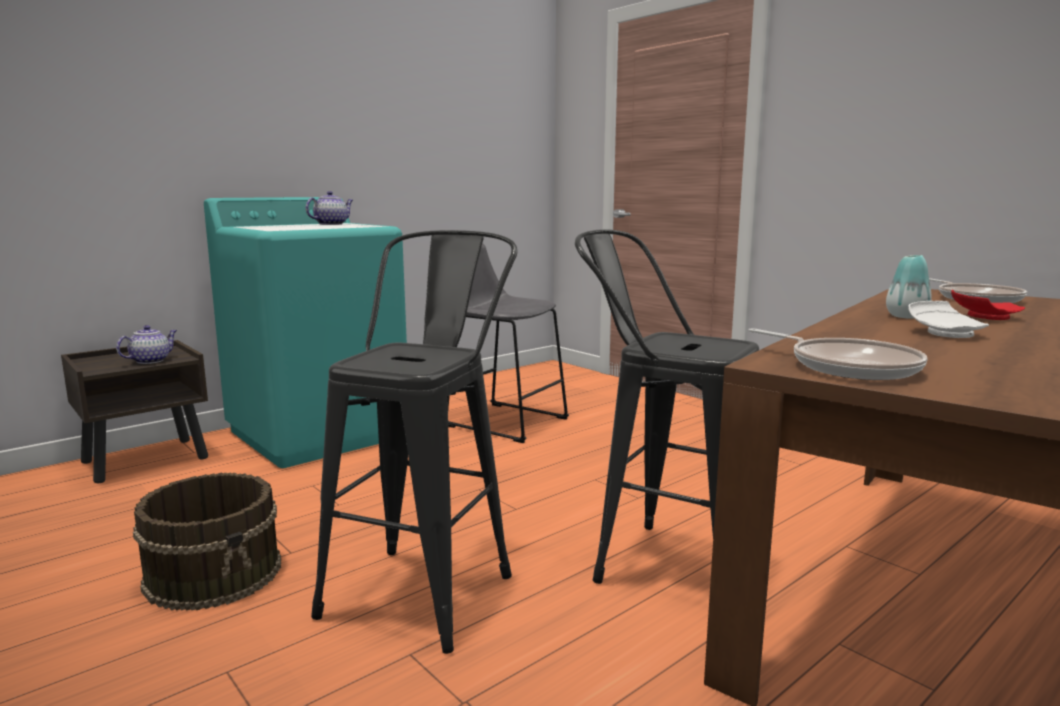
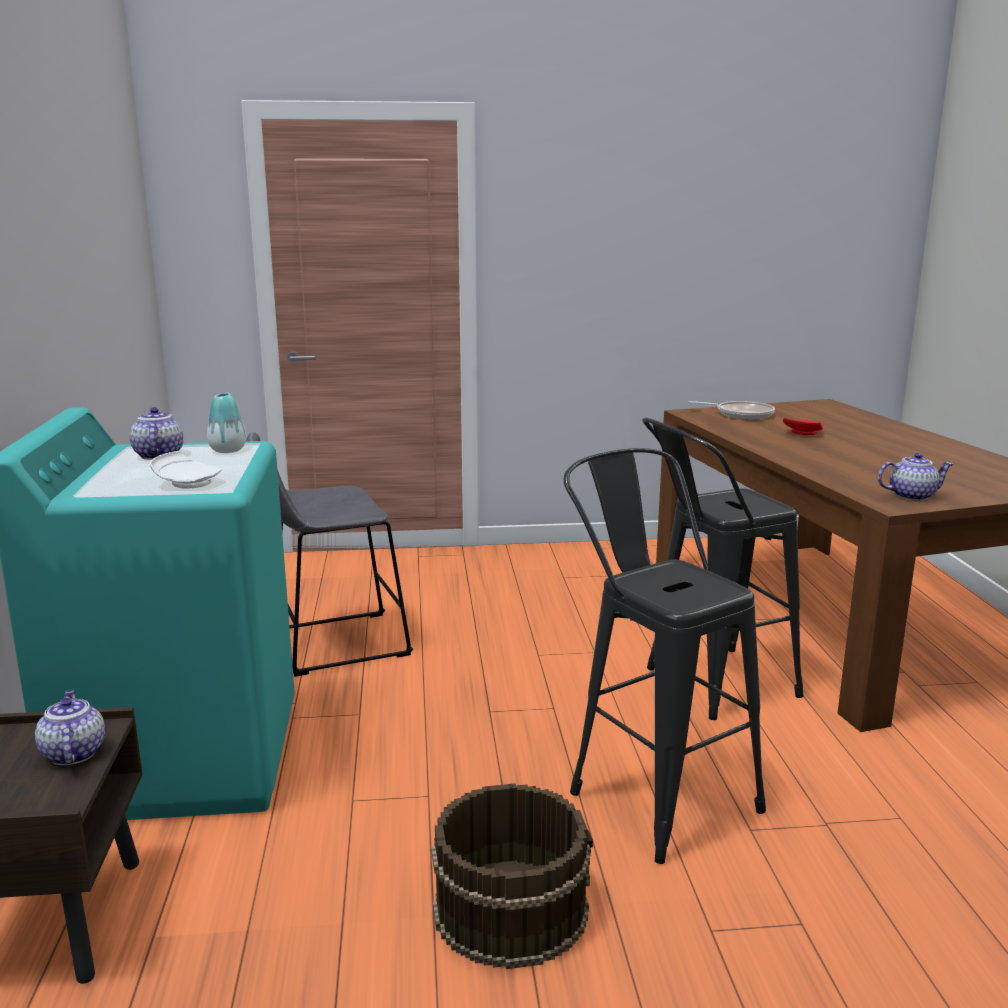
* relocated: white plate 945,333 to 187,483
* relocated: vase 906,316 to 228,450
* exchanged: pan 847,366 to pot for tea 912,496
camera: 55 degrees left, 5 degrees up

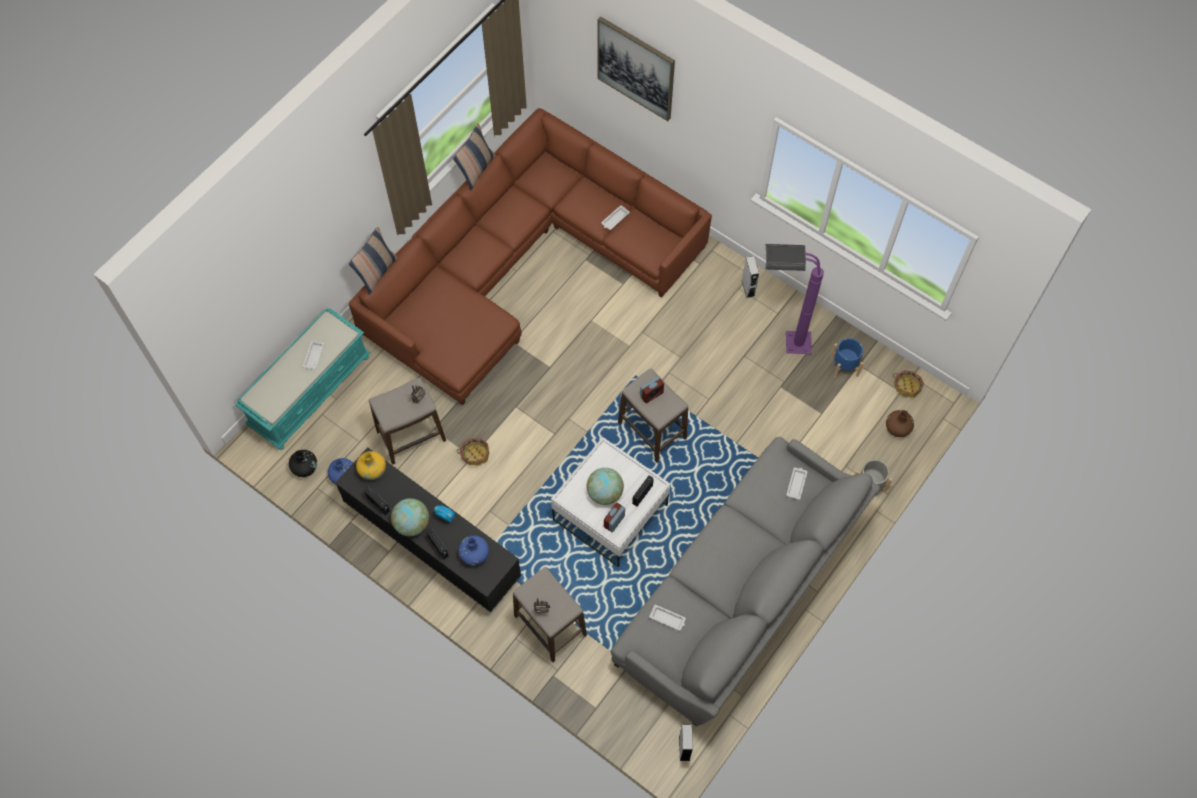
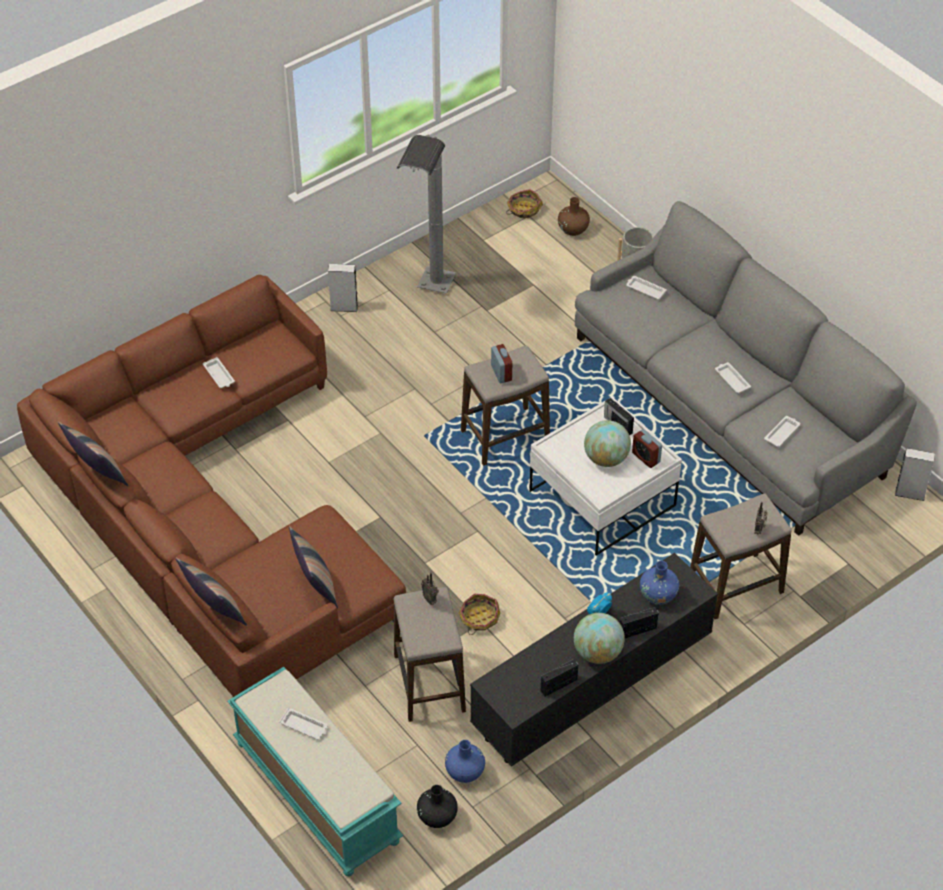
* appeared: throw pillow 315,586
* colour: purplish floor lamp 779,344 to gray floor lamp 430,298
* appeared: white carrying tray 731,379
* missing: yellow vase 372,470
* missing: picture 636,68
* missing: blue plant pot 844,366
camera: 75 degrees left, 15 degrees down

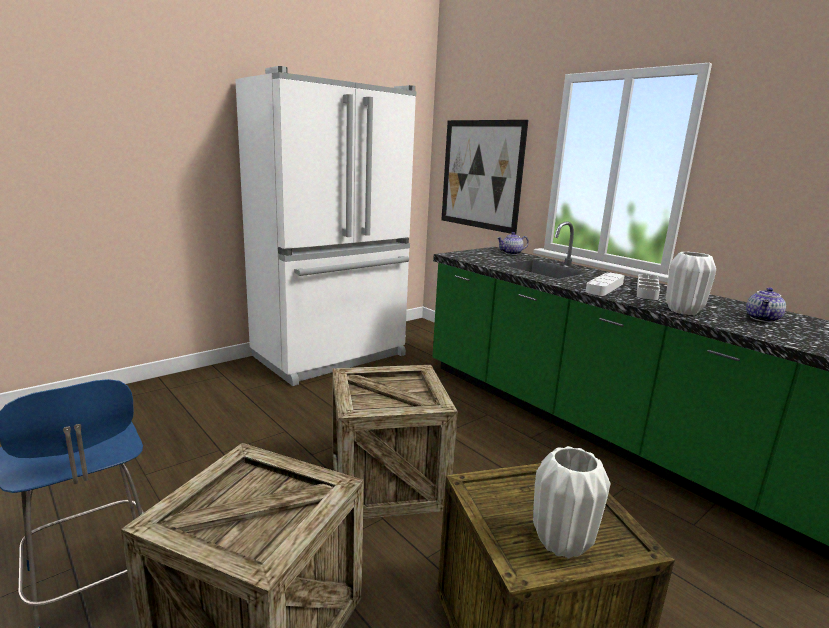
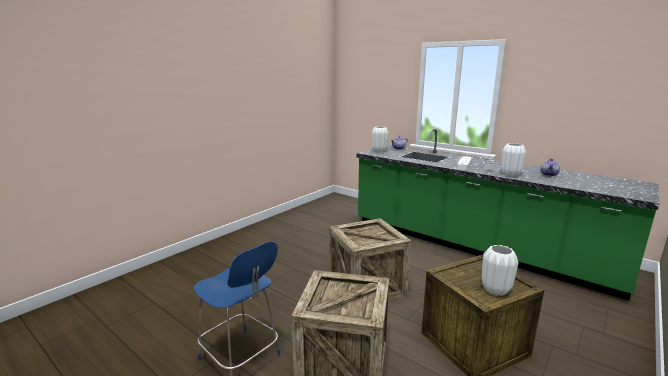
* appeared: white vase 379,150
* missing: white kitchen fridge 332,356
* missing: picture 481,175
camera: 10 degrees left, 0 degrees up

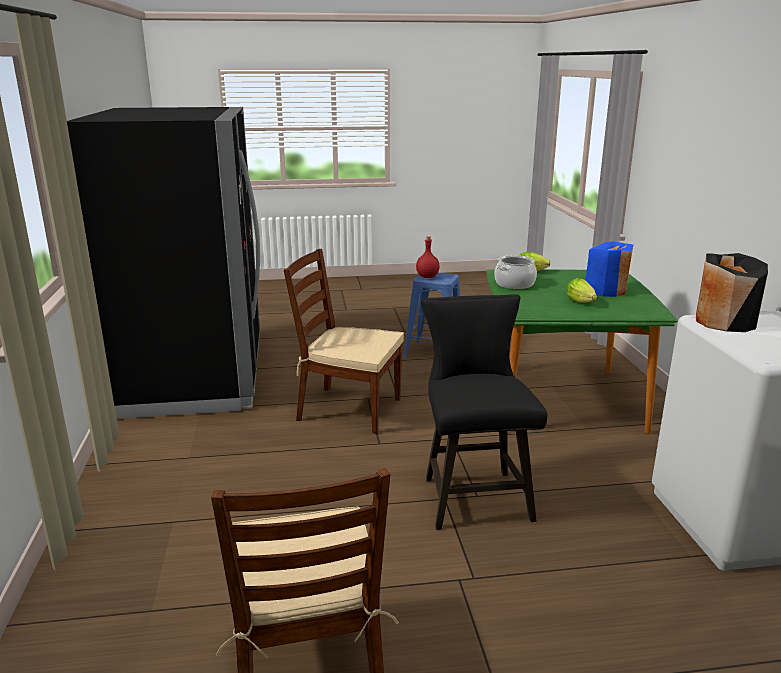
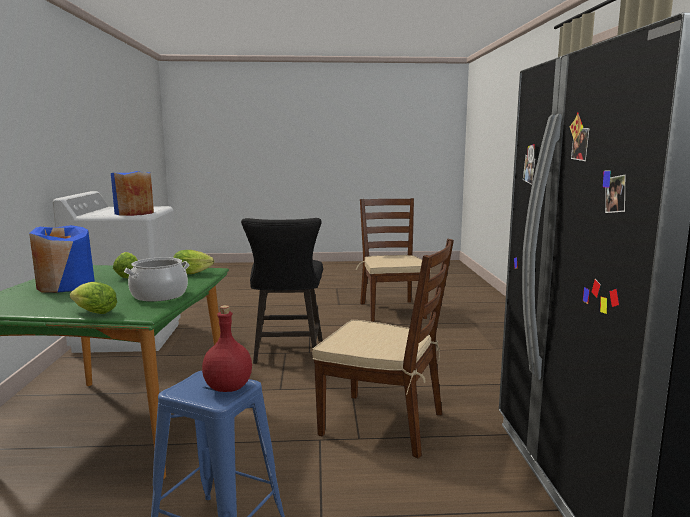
* colour: black vase 724,322 to blue vase 134,213
* appeared: head of lettuce 194,273
camera: 175 degrees left, 10 degrees down

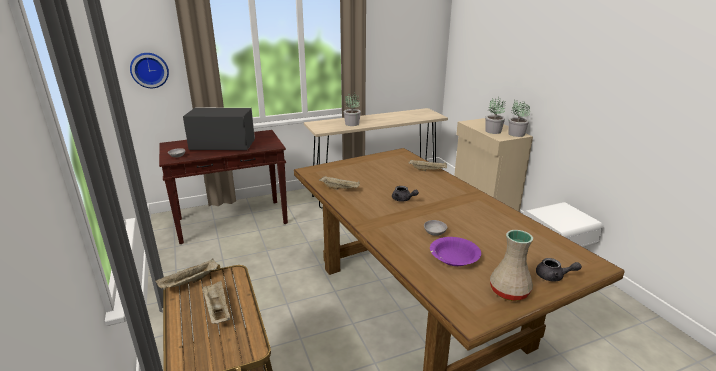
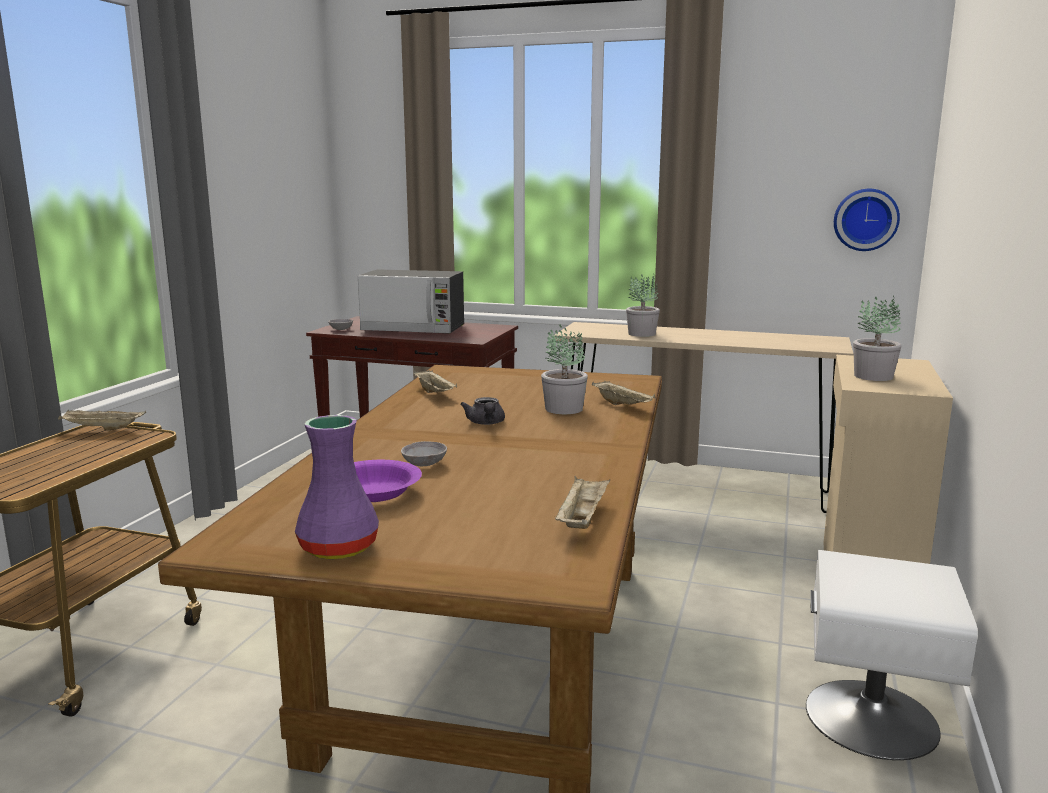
* colour: beige vase 508,292 to purplish vase 337,547
* spun: microwave 222,145 = 414,329 150 degrees clockwise
* relocated: houseplant 516,134 to 563,409
* relocated: beige carrying tray 217,310 to 582,518
* relocated: wall clock 149,70 to 865,219
* missing: gray pot for tea 553,277
camera: 40 degrees right, 10 degrees down

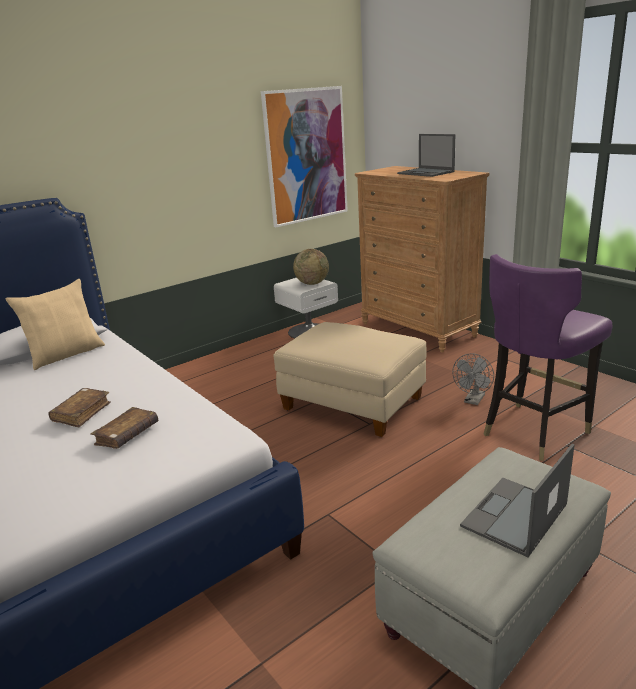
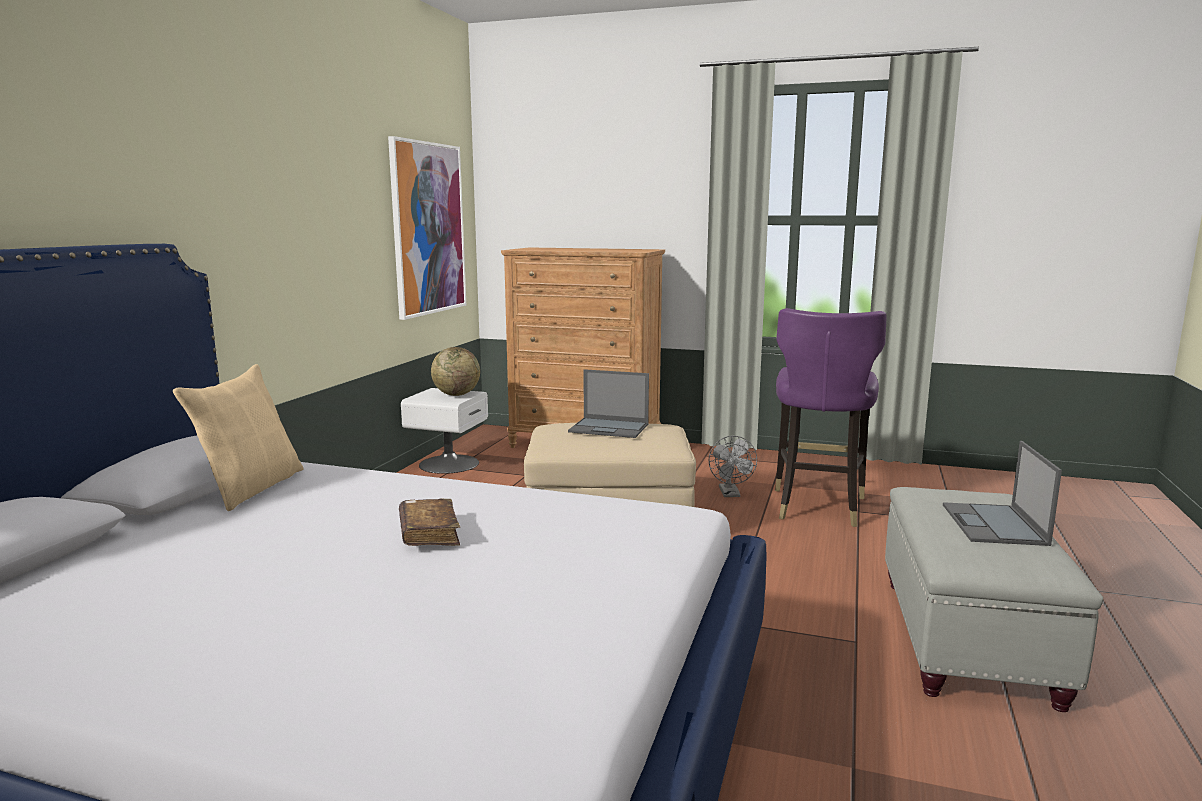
* relocated: notebook computer 426,173 to 610,428
* missing: brown-coloured book 127,435
camera: 35 degrees left, 10 degrees down

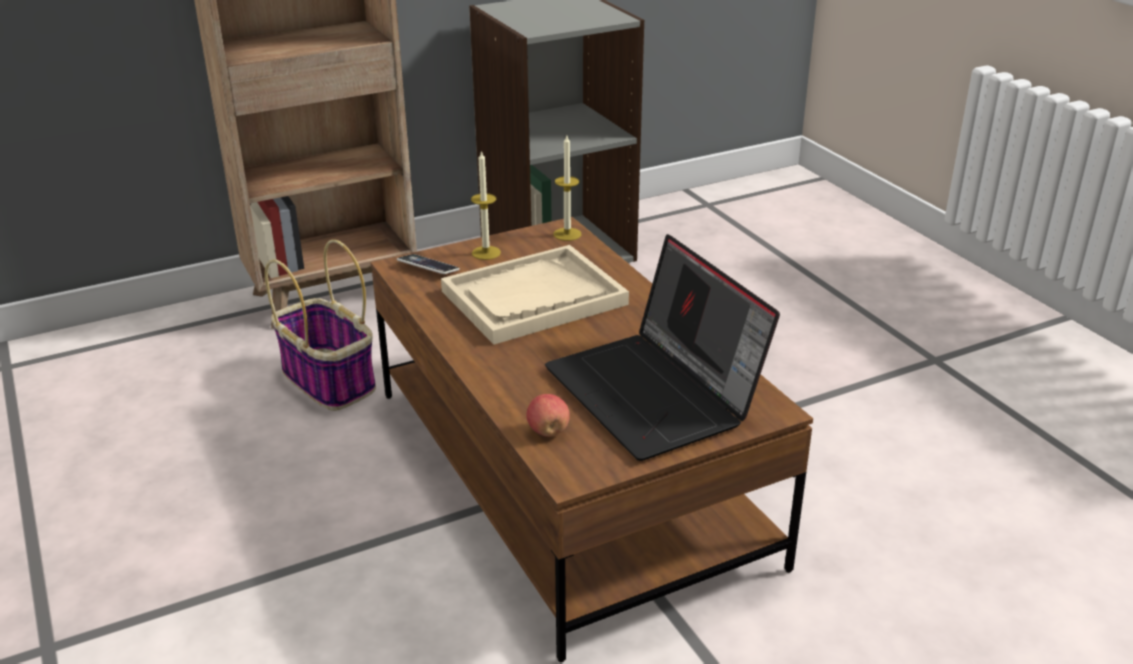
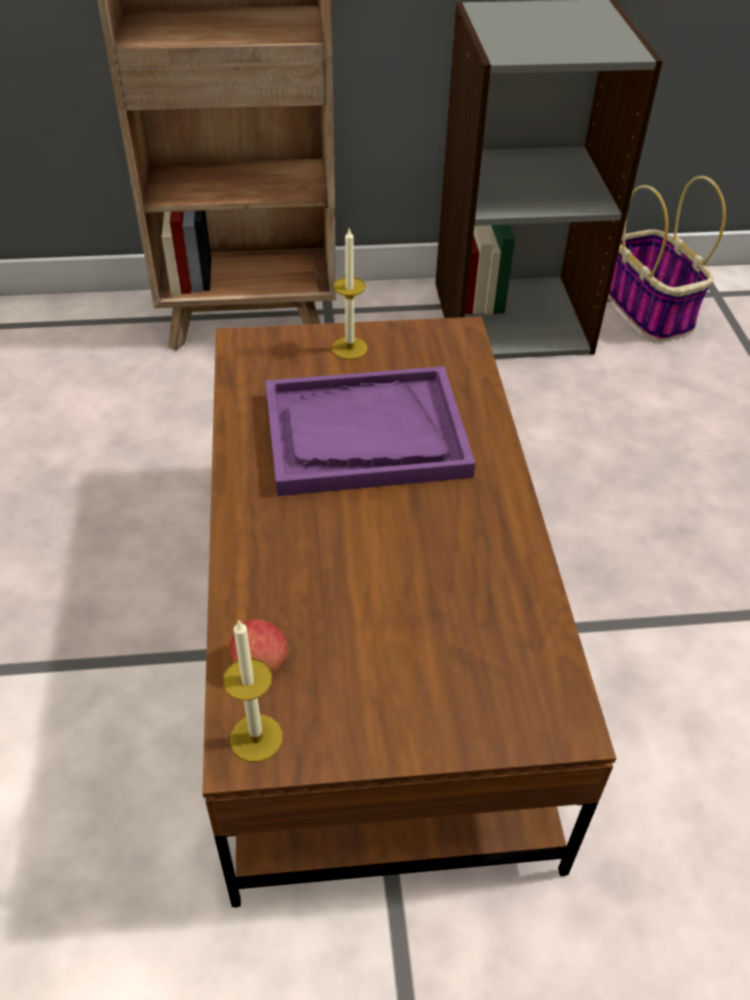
* relocated: candle 567,234 to 256,738
* colour: beige carrying tray 533,298 to purplish carrying tray 364,434
* relocated: basket 330,381 to 650,311
* missing: handset 428,268
* missing: notebook computer 656,394
camera: 20 degrees right, 15 degrees up

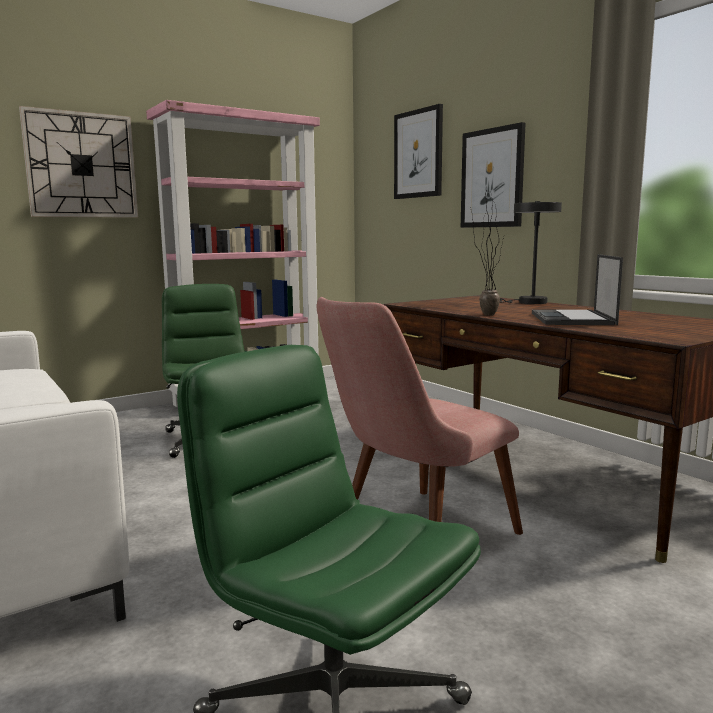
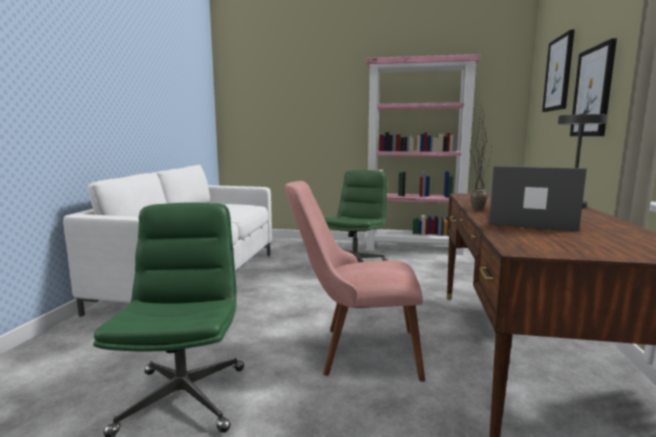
* spun: notebook computer 572,319 = 528,222 60 degrees clockwise
* missing: wall clock 81,165
camera: 45 degrees right, 0 degrees up

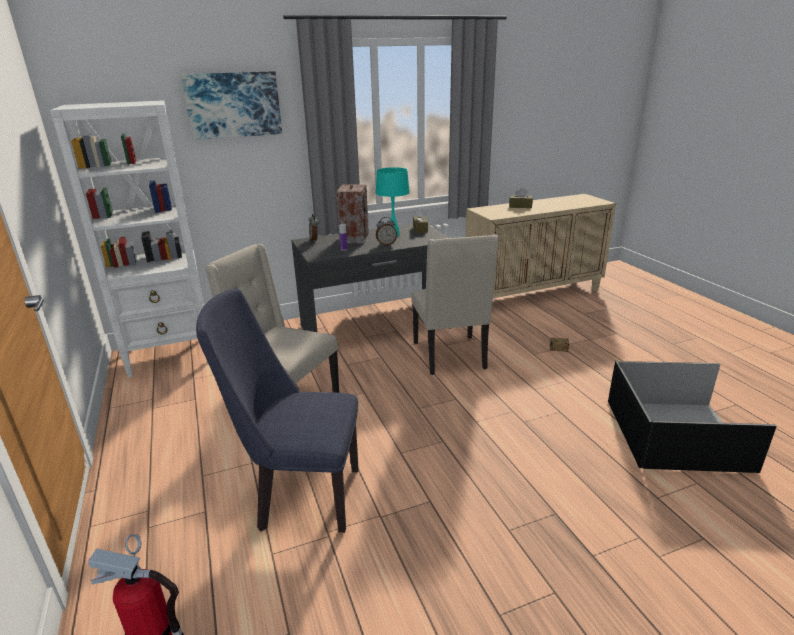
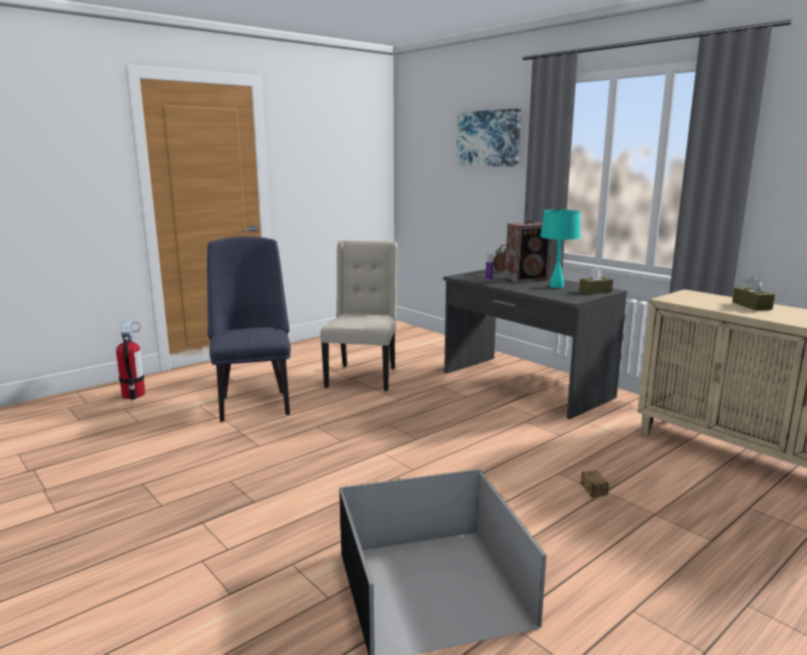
* missing: white bookshelf 172,354
* missing: alarm clock 386,244
* missing: beige upright chair 451,356
camera: 70 degrees right, 10 degrees down

